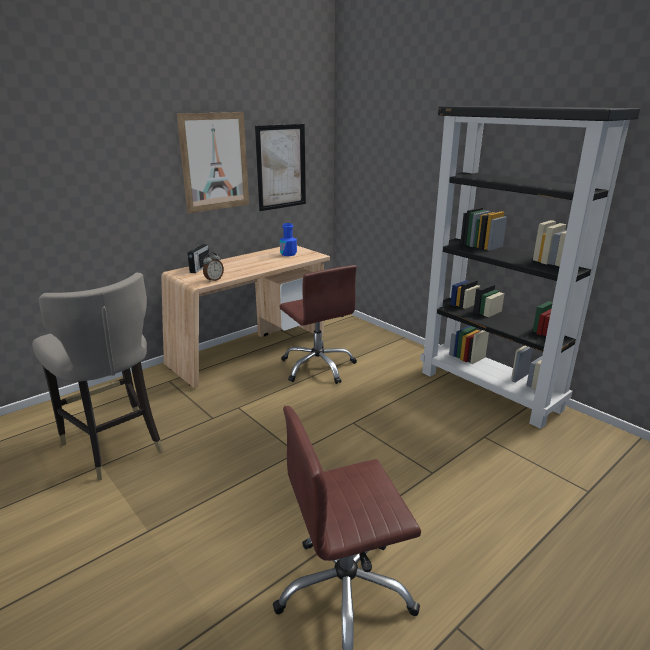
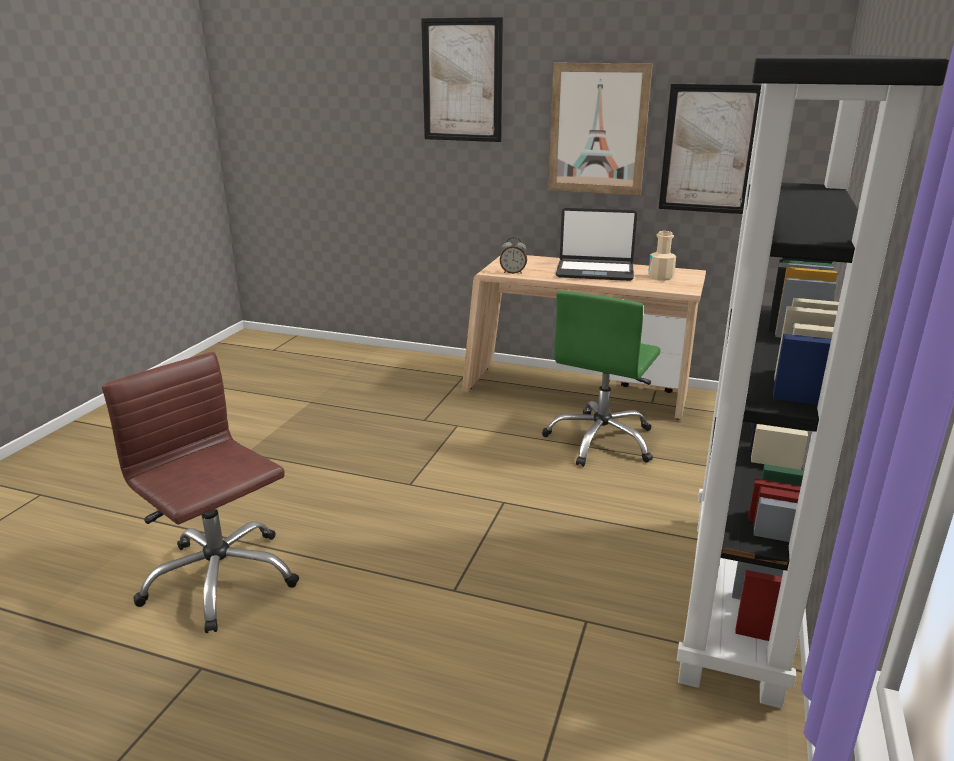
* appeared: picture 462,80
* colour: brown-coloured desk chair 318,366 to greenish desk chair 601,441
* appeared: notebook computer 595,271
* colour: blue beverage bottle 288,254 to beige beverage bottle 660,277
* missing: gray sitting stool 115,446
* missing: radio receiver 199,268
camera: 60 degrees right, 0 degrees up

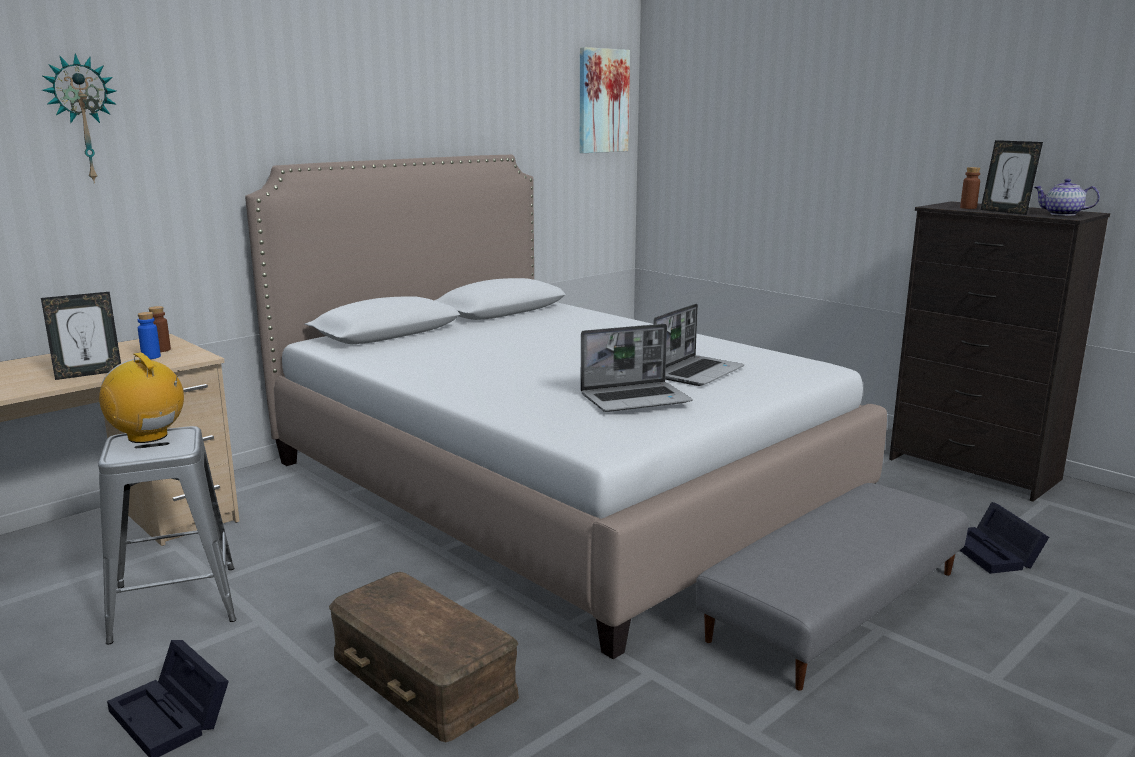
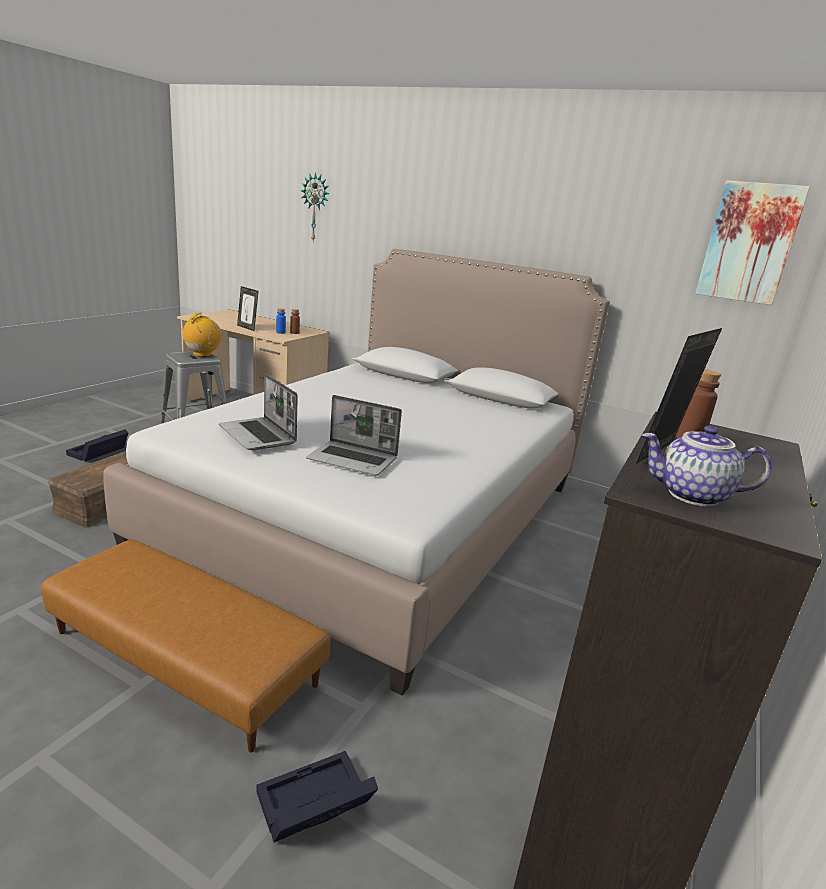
* colour: gray ottoman 834,604 to brown-coloured ottoman 186,657
* spun: pot for tea 1062,214 = 692,495 90 degrees counterclockwise
camera: 70 degrees right, 5 degrees up

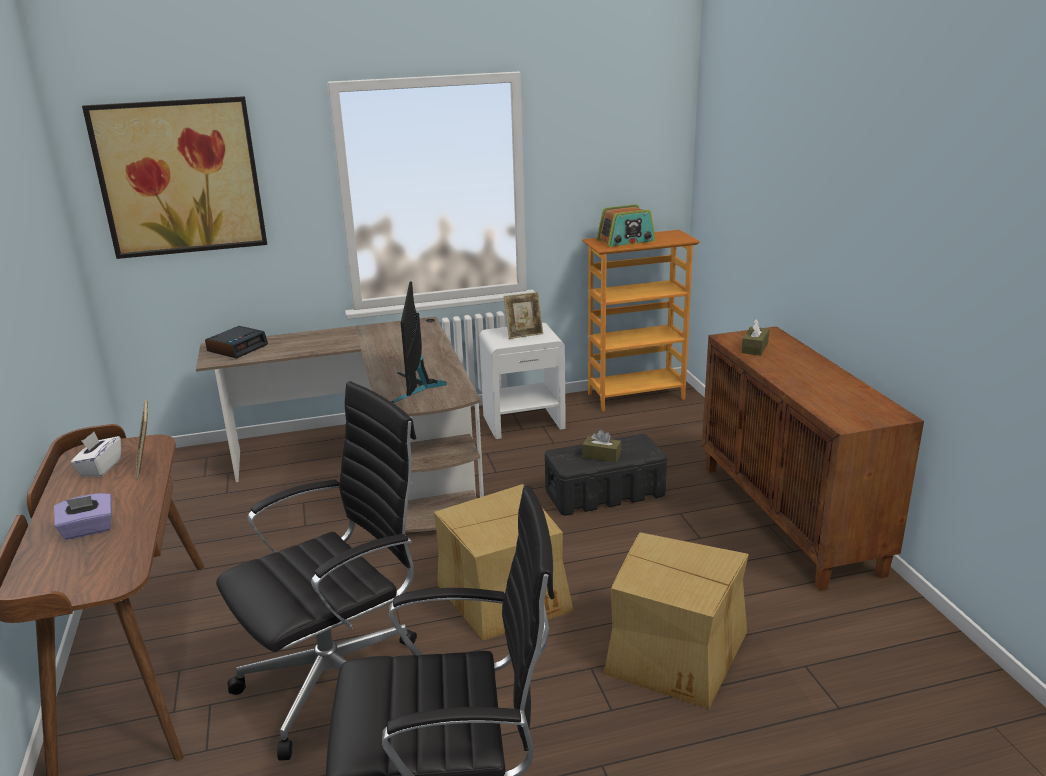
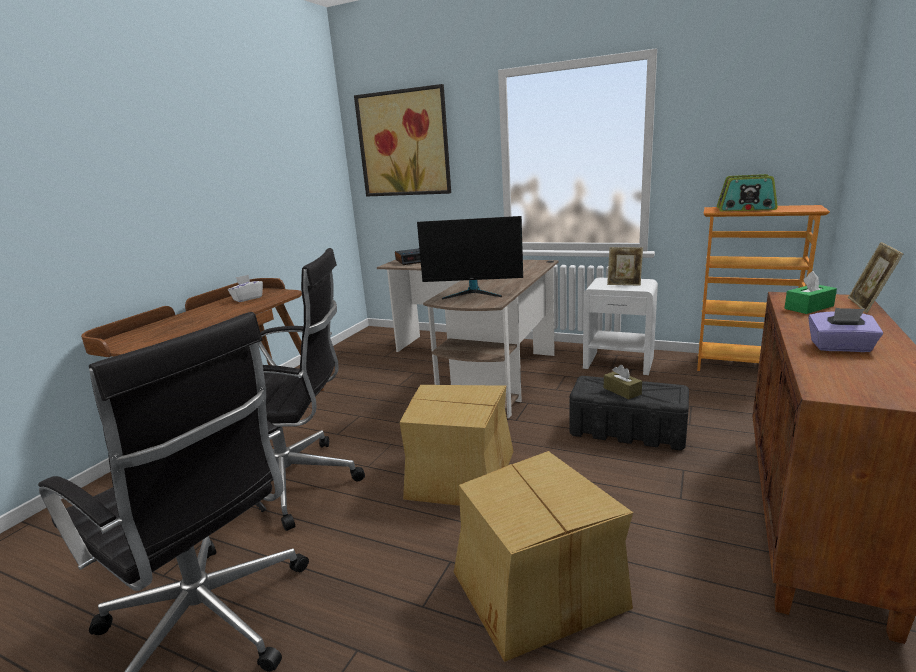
* spun: computer display 417,386 = 473,293 120 degrees counterclockwise
* colour: brown-coloured box of tissues 754,348 to greenish box of tissues 809,307
* relocated: purplish box of tissues 88,530 to 840,347
* relocated: standing frame 147,465 to 868,305
camera: 40 degrees right, 5 degrees down

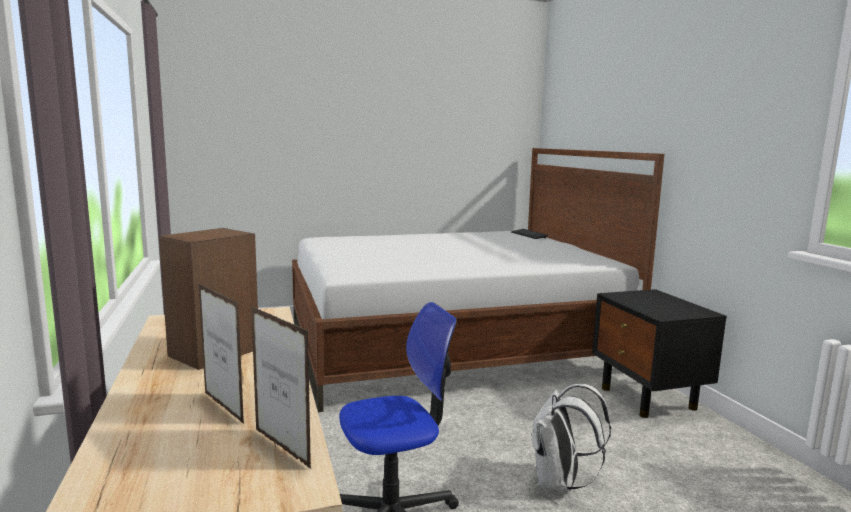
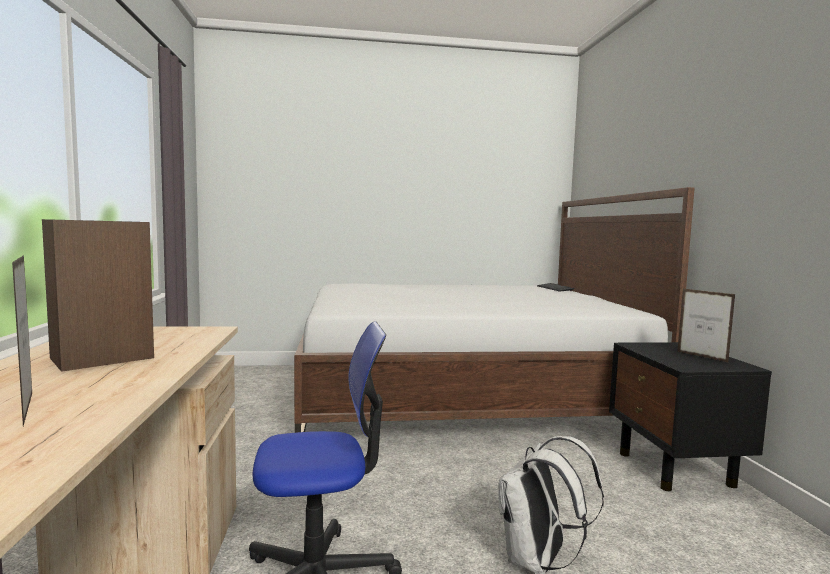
* relocated: standing frame 282,448 to 702,357
camera: 10 degrees right, 5 degrees down

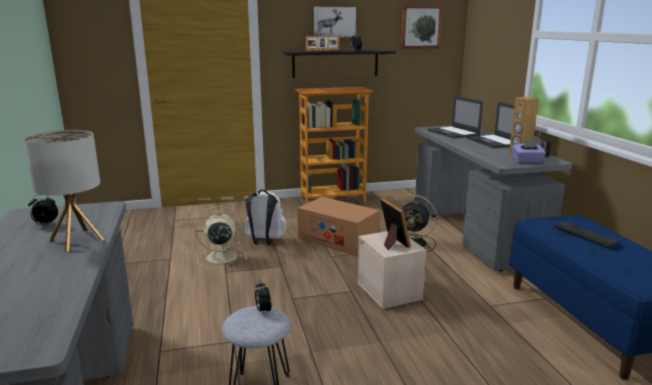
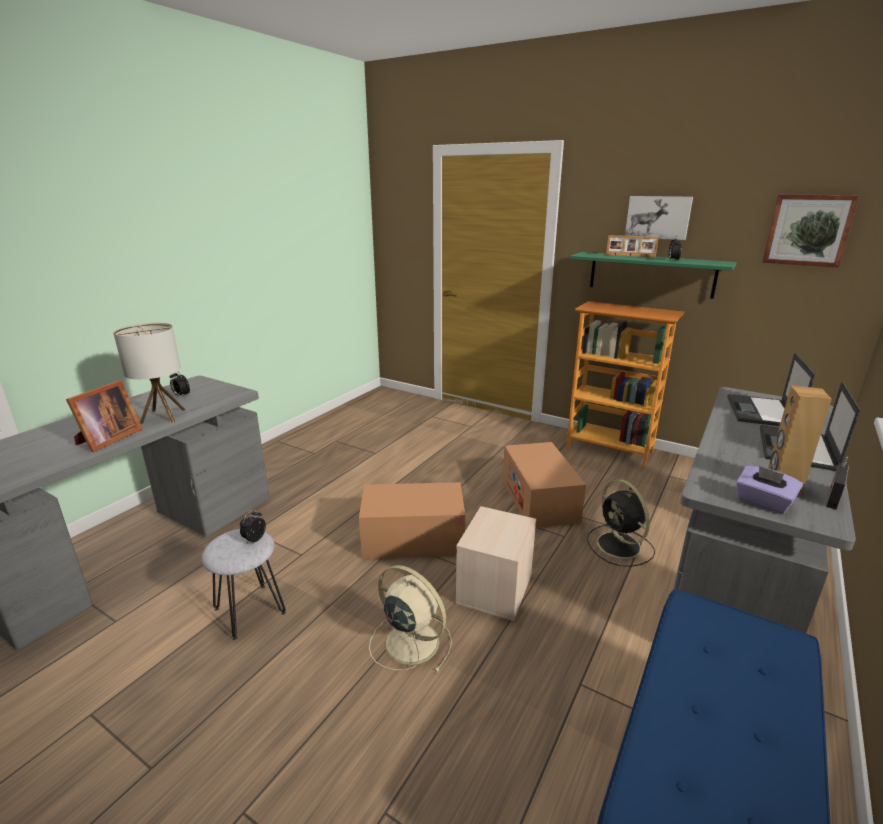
* relocated: standing frame 392,242 to 107,439
* appeared: carton 413,538
* relocated: beige cooling fan 220,257 to 410,641
* colour: black wall shelf 335,63 to greenish wall shelf 651,274
* missing: white rucksack 264,242
* missing: keyboard 585,235
camera: 45 degrees right, 5 degrees up

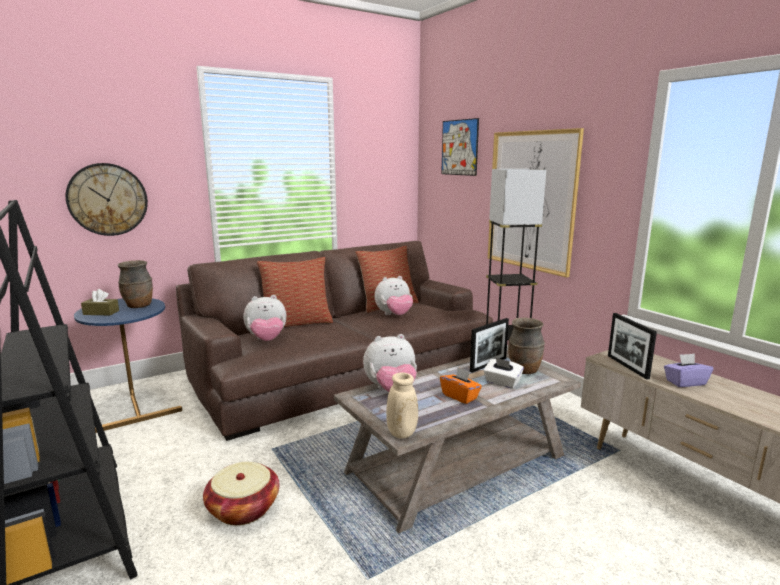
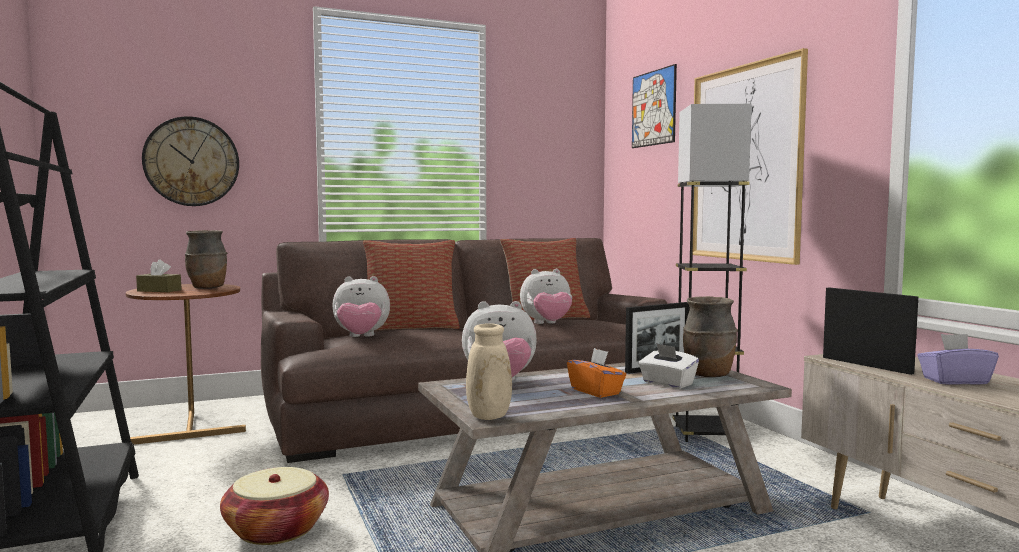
* colour: blue accent table 135,406 to brown-coloured accent table 190,424
* spun: standing frame 627,367 = 866,365 150 degrees clockwise
camera: 10 degrees right, 10 degrees down

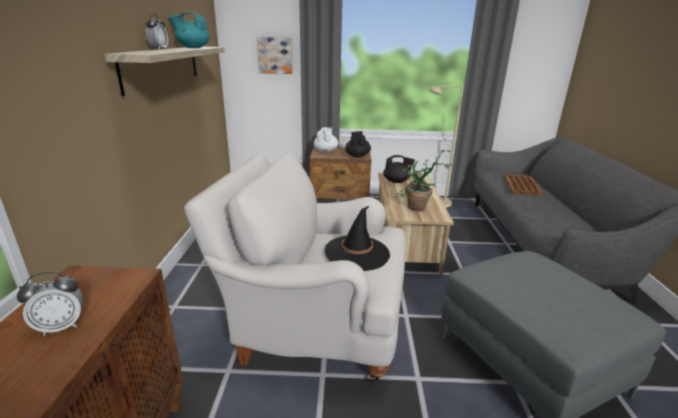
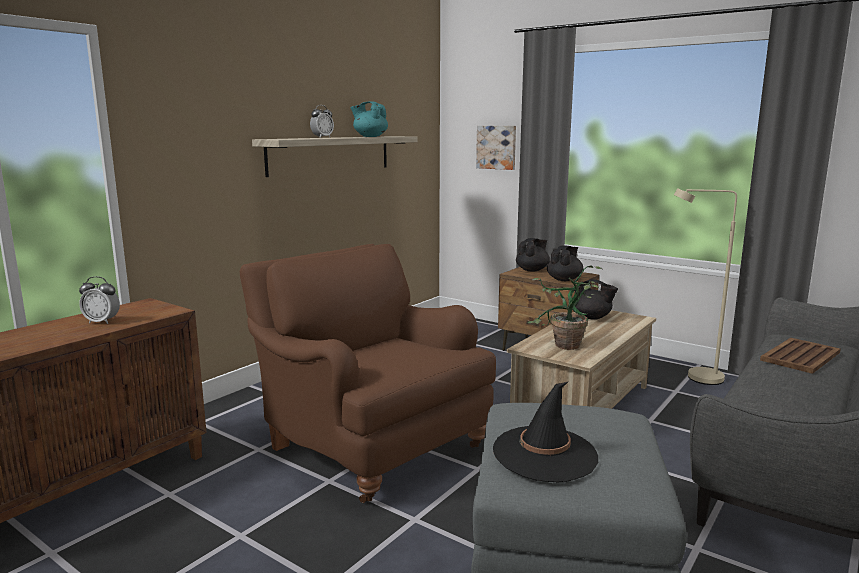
* colour: white easy chair 314,324 to brown-coloured easy chair 370,443
* relocated: black wearable hat 357,253 to 545,454
* colour: white pot for tea 326,151 to black pot for tea 532,270
camera: 35 degrees right, 10 degrees down

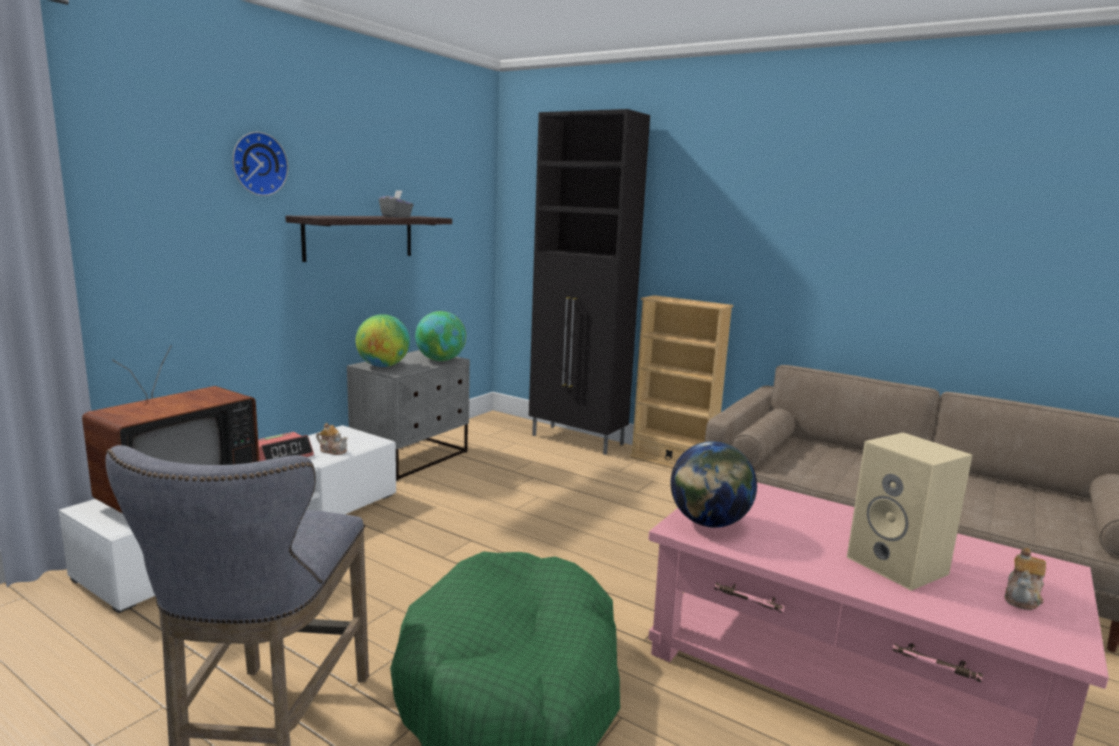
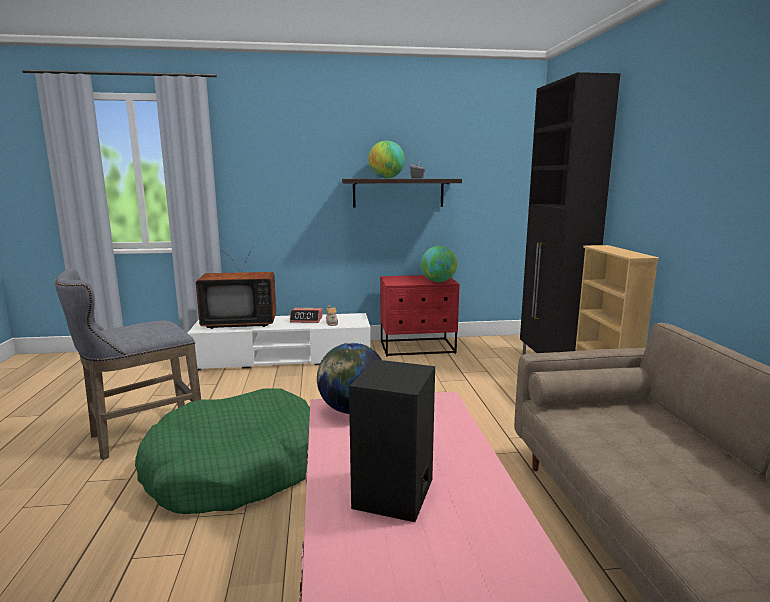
* colour: beige speaker 900,566 to black speaker 394,495
* relocated: globe 383,366 to 386,178
* colour: gray bedside table 412,458 to red bedside table 418,348
* missing: wall clock 258,164
* missing: pot for tea 1022,598
camera: 50 degrees right, 0 degrees up

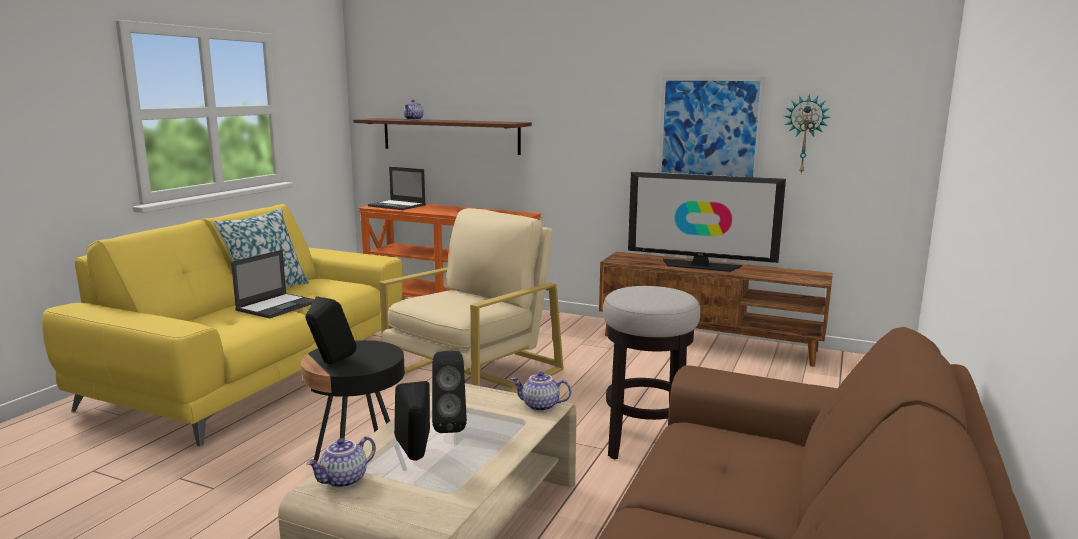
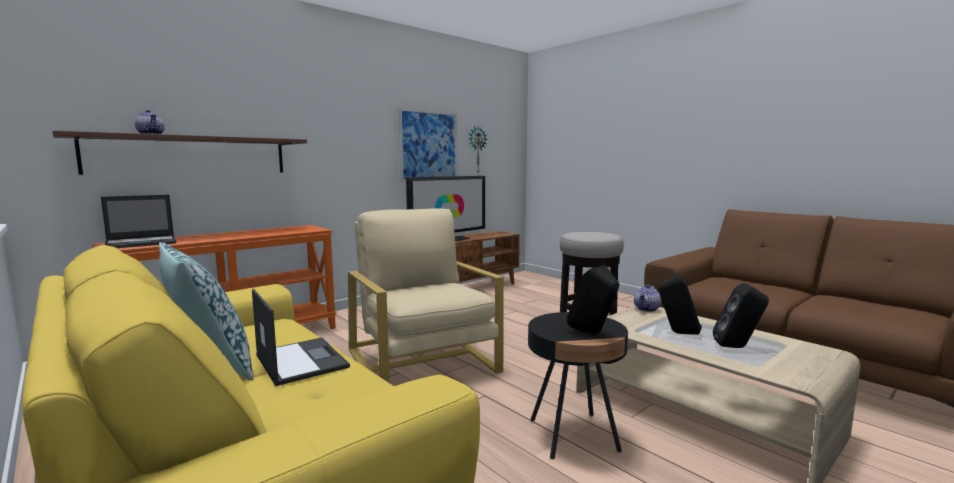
* missing: pot for tea 344,480
camera: 65 degrees left, 5 degrees down

